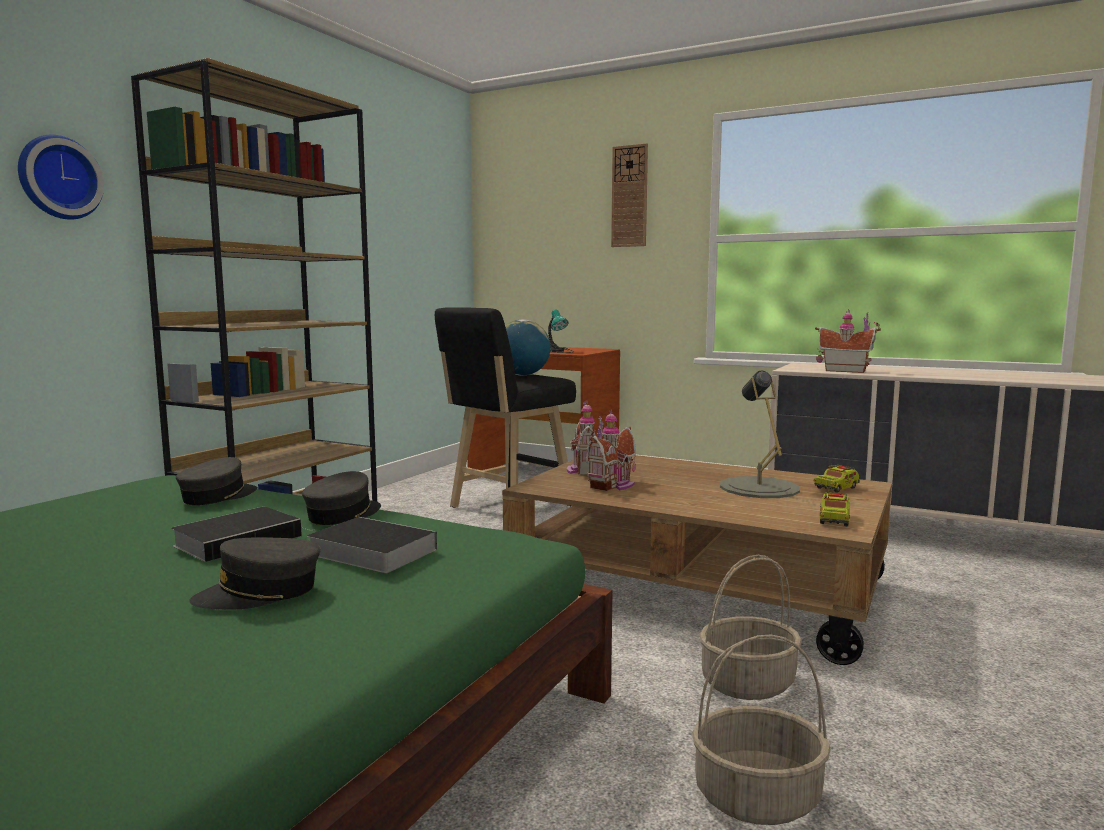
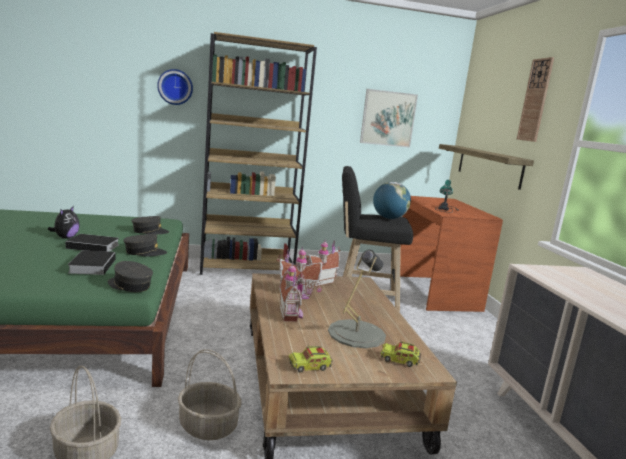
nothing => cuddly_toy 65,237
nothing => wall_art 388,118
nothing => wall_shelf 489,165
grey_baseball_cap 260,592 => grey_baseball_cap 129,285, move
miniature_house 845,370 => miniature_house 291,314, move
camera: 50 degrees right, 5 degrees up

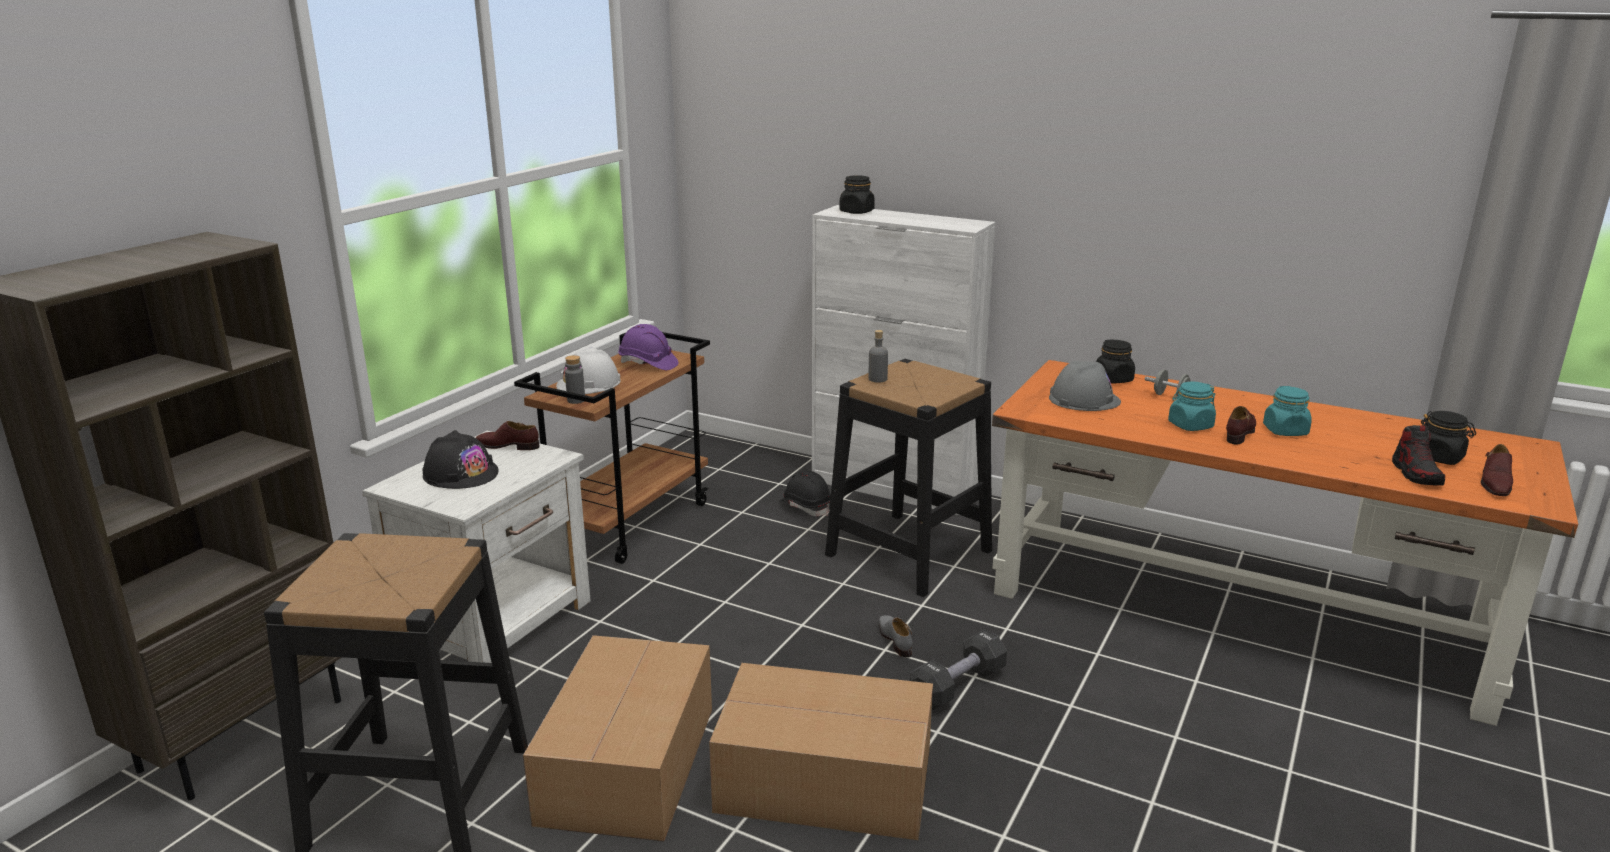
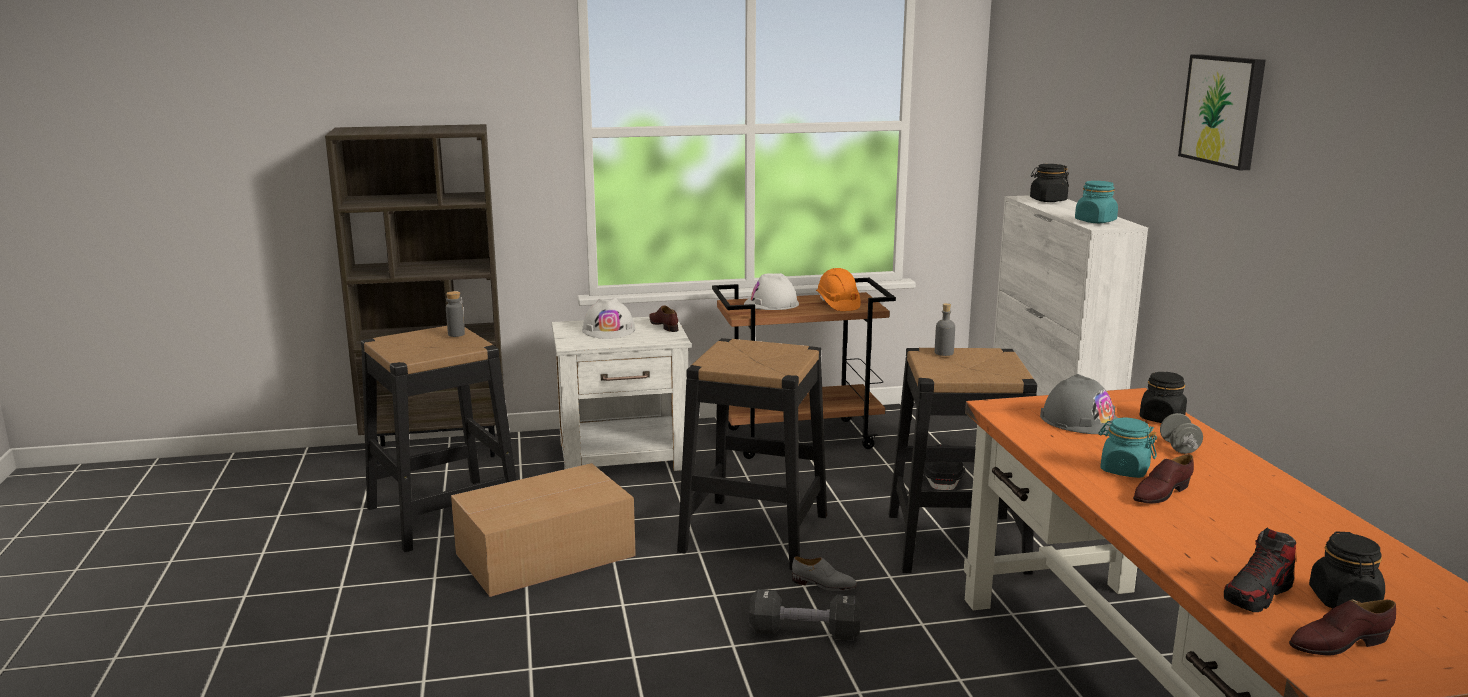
packing_box 821,779 => nothing
nothing => blackish_sitting_stool 754,533
nothing => wall_art 1224,110
grey_drink_bottle 576,400 => grey_drink_bottle 456,334, move
turquoise_preserve_jar 1285,431 => turquoise_preserve_jar 1095,221, move
blackish_hard_hat 461,473 => white_hard_hat 609,330
purplish_hard_hat 648,364 => orange_hard_hat 837,304
grey_shoe 895,639 => grey_shoe 823,584, 75 degrees clockwise
brownish_shoe 1240,433 => brownish_shoe 1160,493, 150 degrees clockwise
camera: 50 degrees right, 5 degrees down

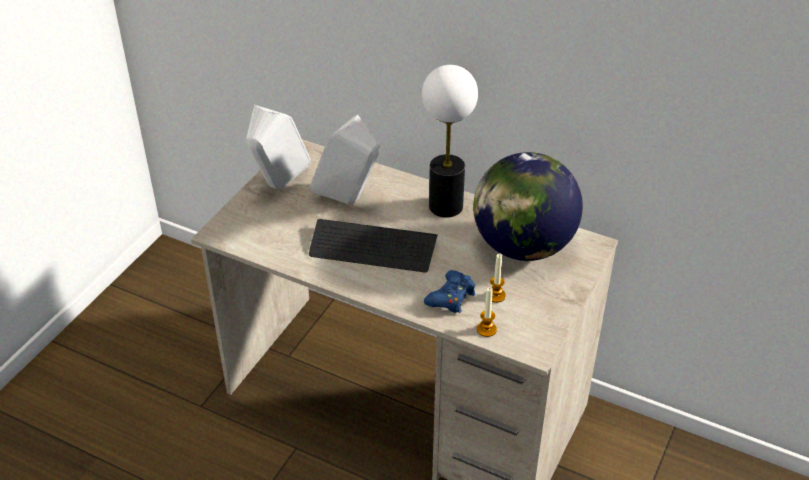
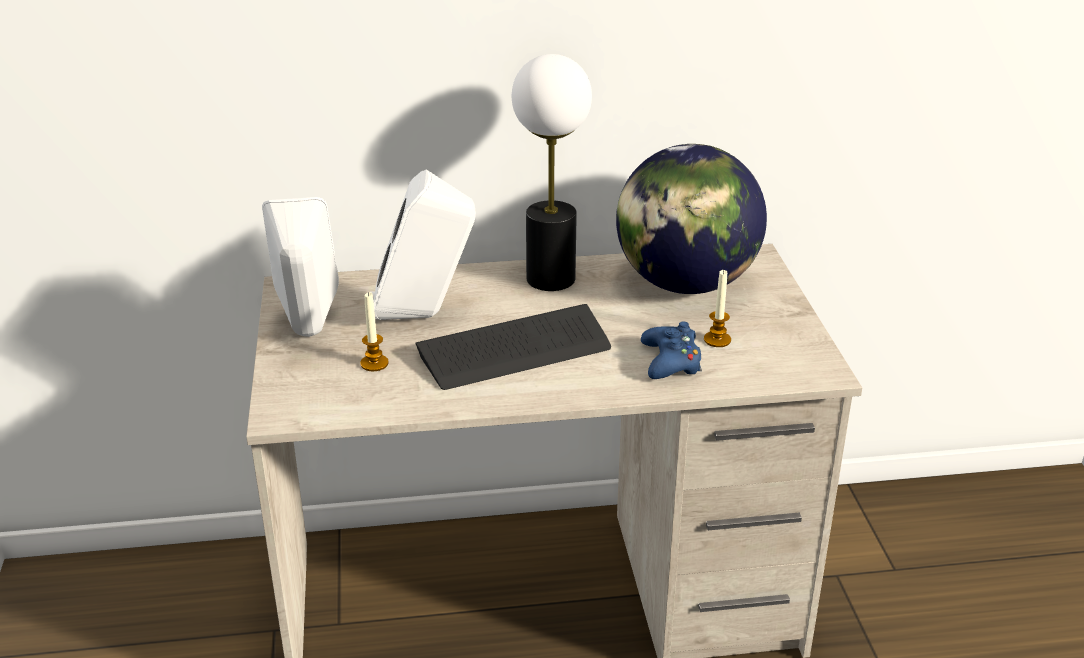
candle 486,329 => candle 374,363, move
camera: 35 degrees left, 10 degrees down

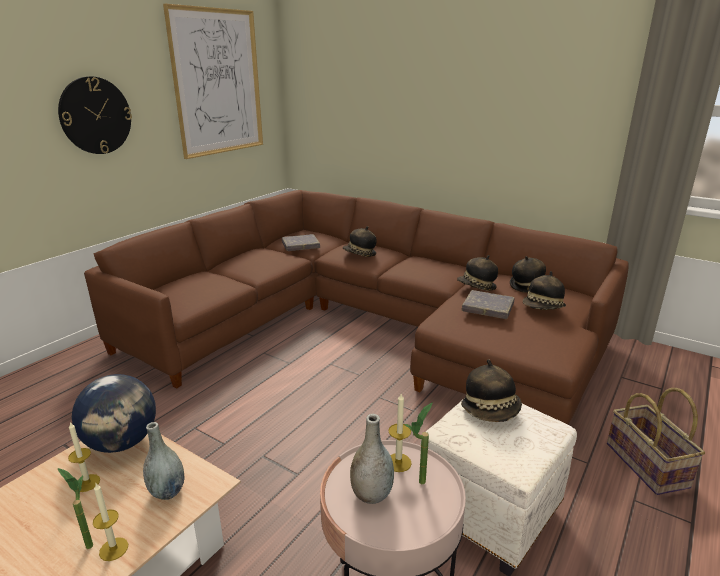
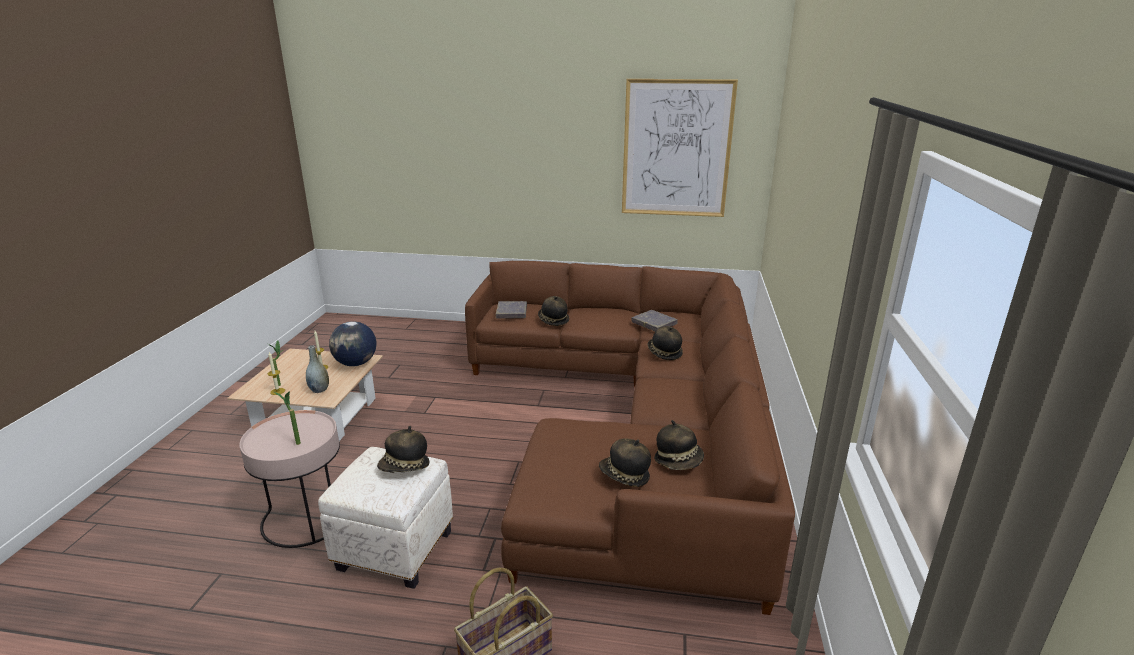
wall_clock 95,116 => nothing
grey_vase 371,495 => nothing
candle 398,462 => nothing
clothing_hat 476,287 => clothing_hat 553,320, move
grey_bound_book 488,308 => grey_bound_book 511,312, move
camera: 65 degrees right, 0 degrees up

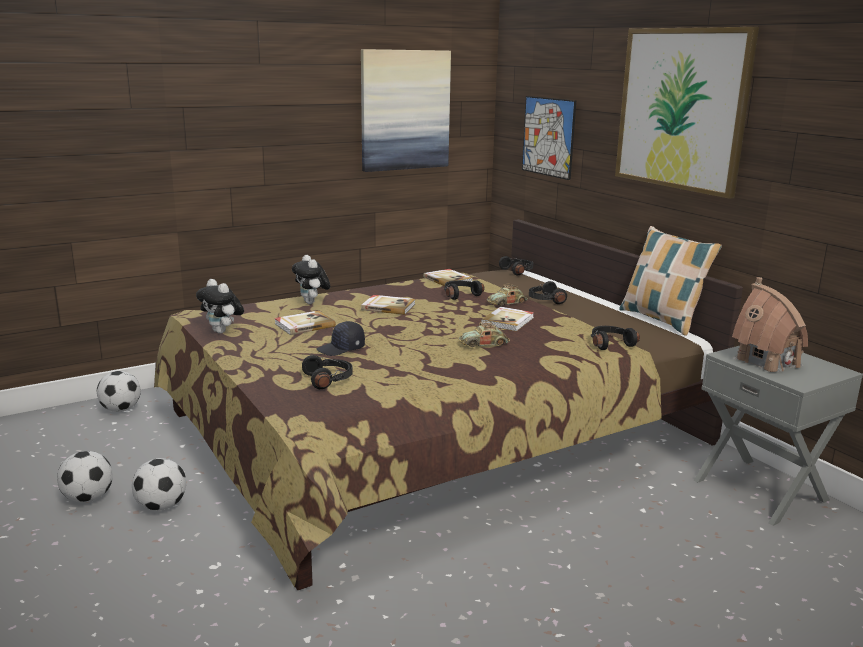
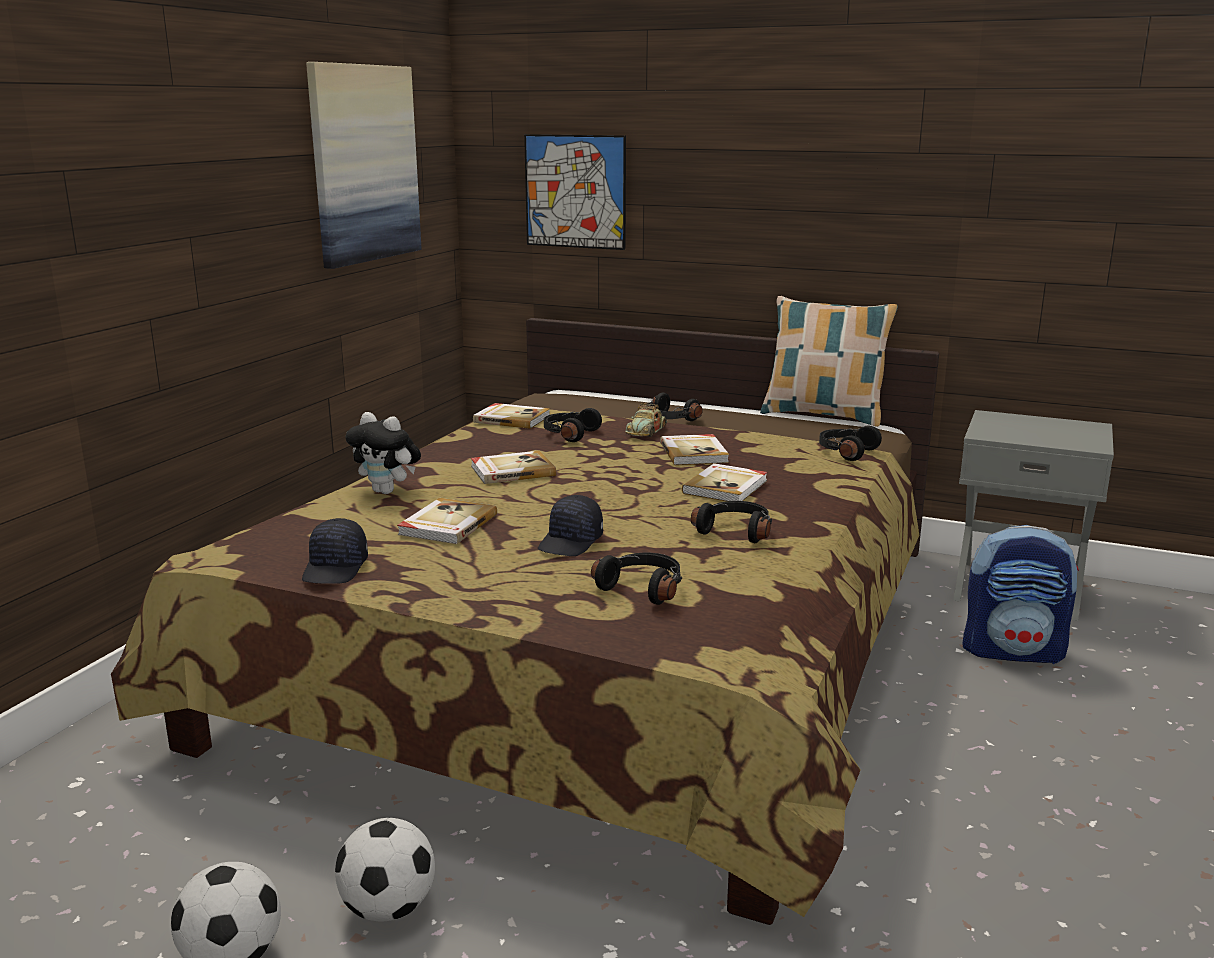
football_ball 120,410 => nothing
wall_art 681,109 => nothing
miniature_house 767,361 => nothing
nothing => backpack 1013,651
blackish_pair_of_headphones 518,271 => blackish_pair_of_headphones 736,531, move
cuddly_toy 222,331 => blackish_baseball_cap 336,568
toy_car 484,343 => bound_book 726,487
camera: 35 degrees left, 0 degrees up

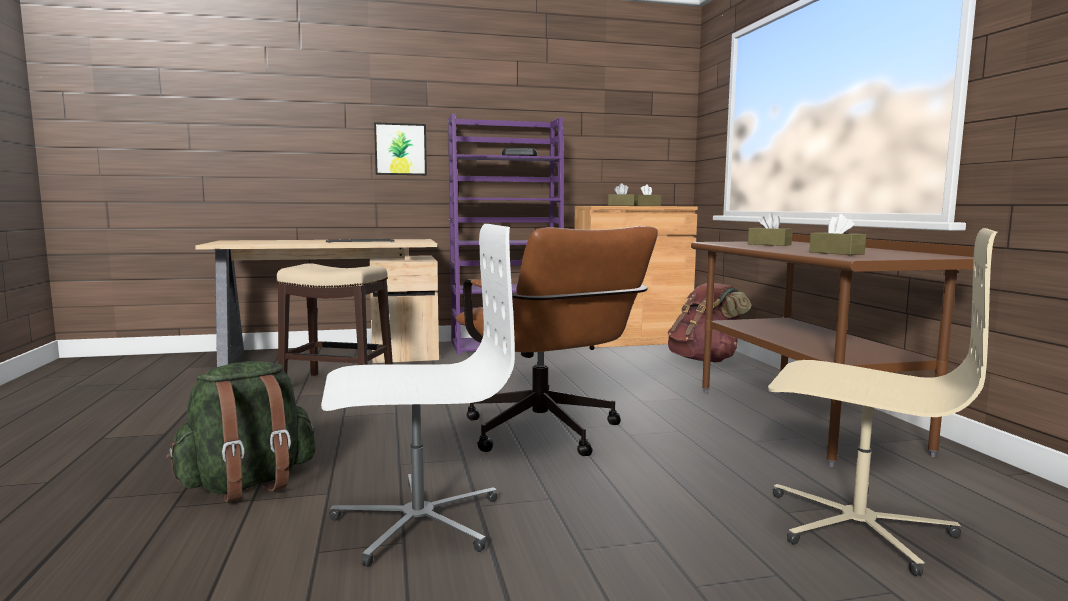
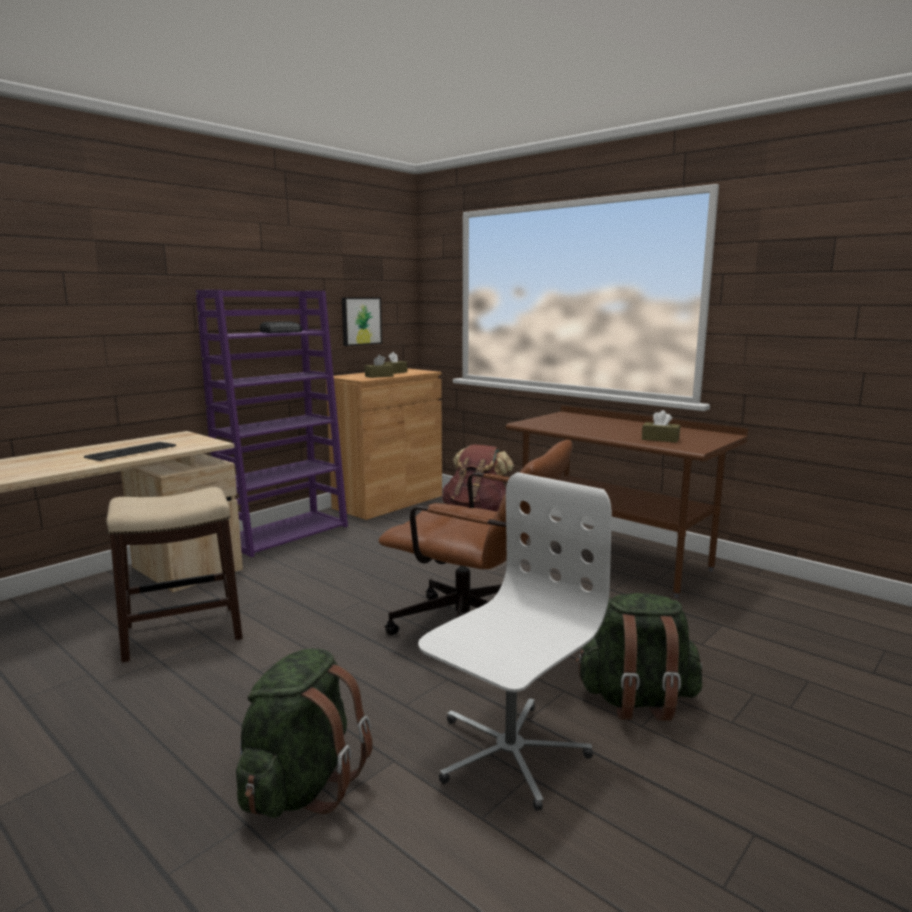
brownish_tissue_box 769,244 => nothing
beige-coloured_computer_chair 857,525 => nothing
nothing => greenish_backpack 637,700
wall_art 400,149 => wall_art 360,321, move
camera: 35 degrees left, 5 degrees up

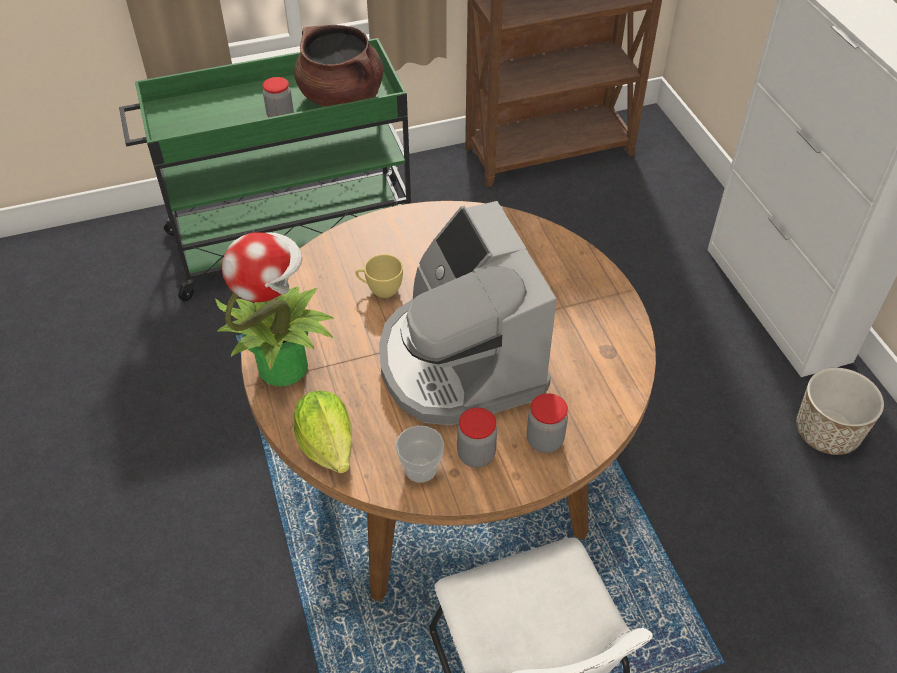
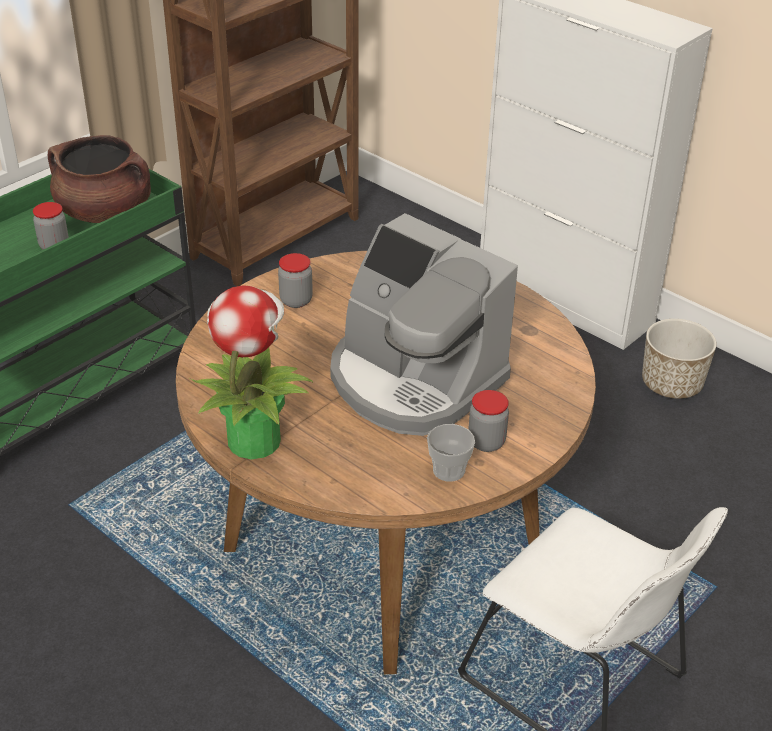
head_of_lettuce 328,445 => nothing
yellow-coloured_drinking_cup 380,290 => nothing
preserve_jar 544,440 => preserve_jar 296,300, move
camera: 30 degrees left, 10 degrees down

